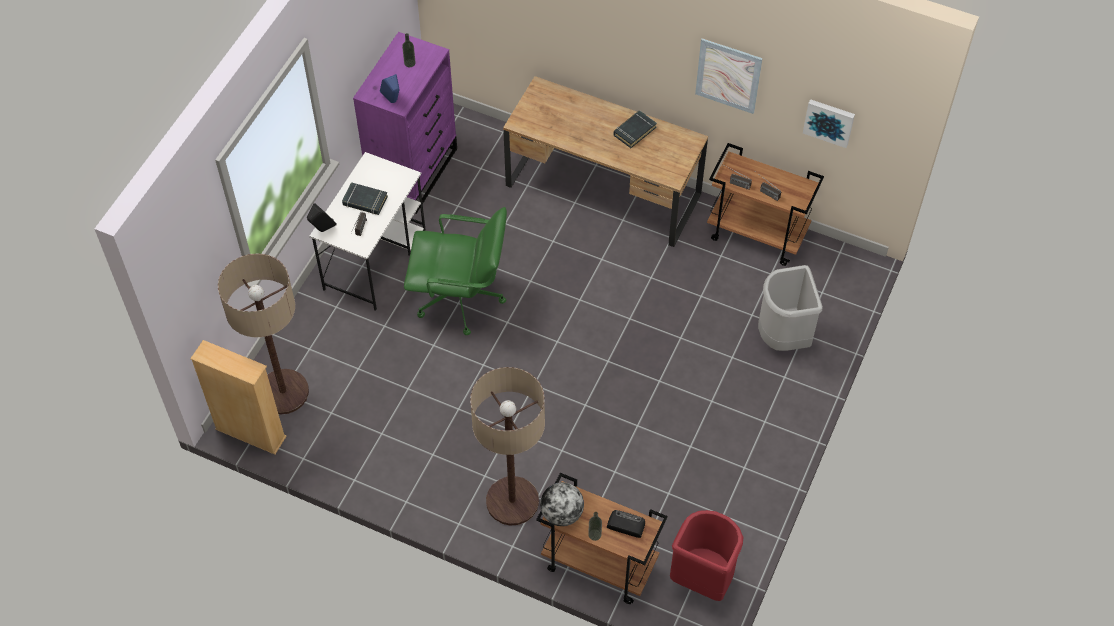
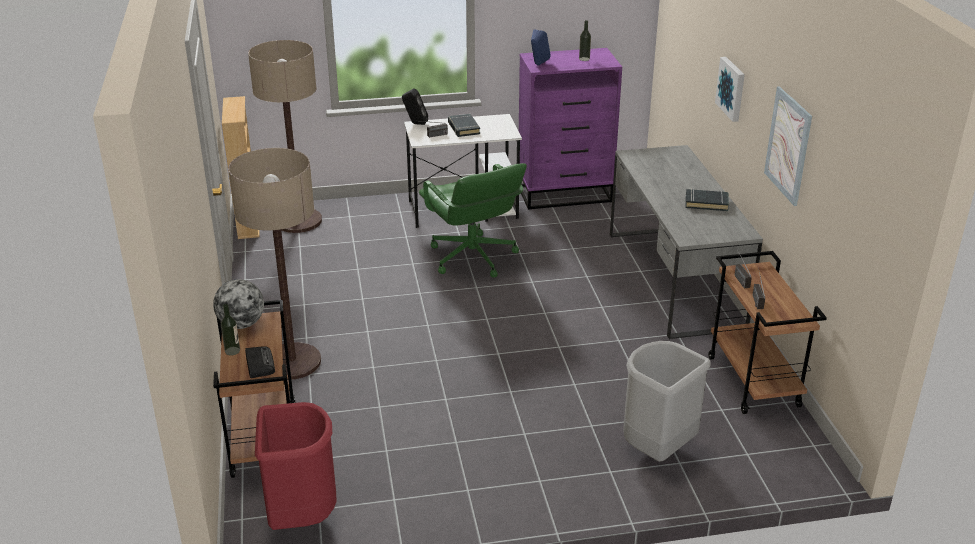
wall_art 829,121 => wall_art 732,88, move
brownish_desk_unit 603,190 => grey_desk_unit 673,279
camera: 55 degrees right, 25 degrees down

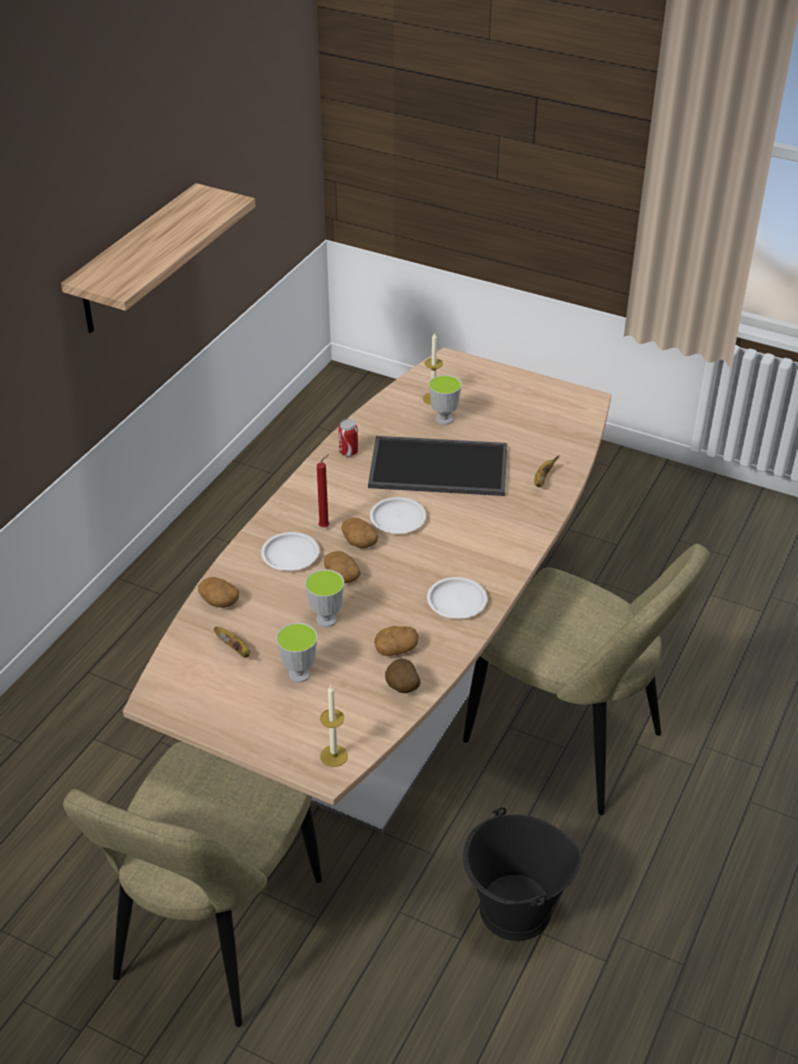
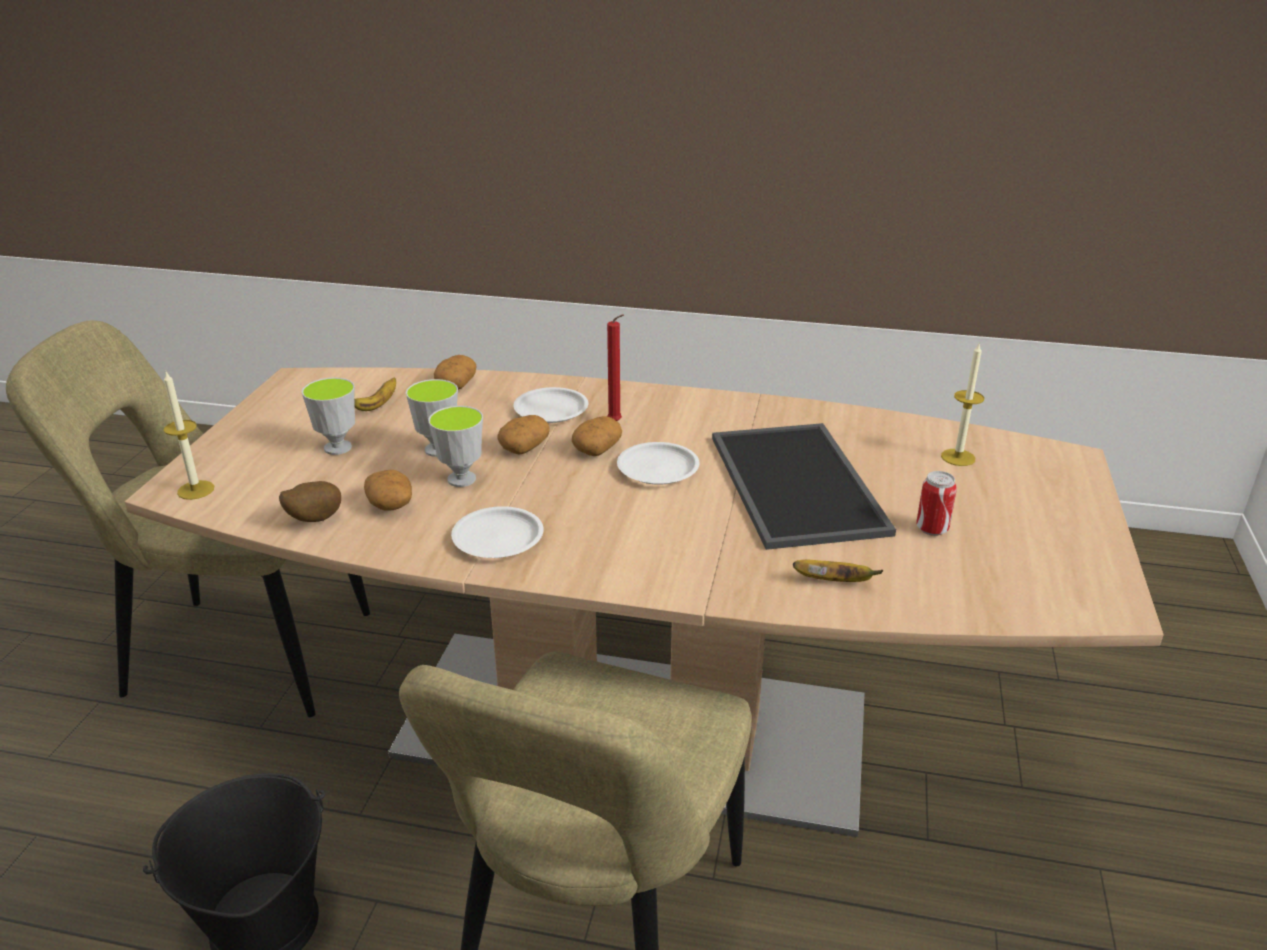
wall_shelf 136,261 => nothing
can 348,452 => can 932,529, move
drinking_cup 444,419 => drinking_cup 461,479, move
camera: 75 degrees right, 10 degrees down

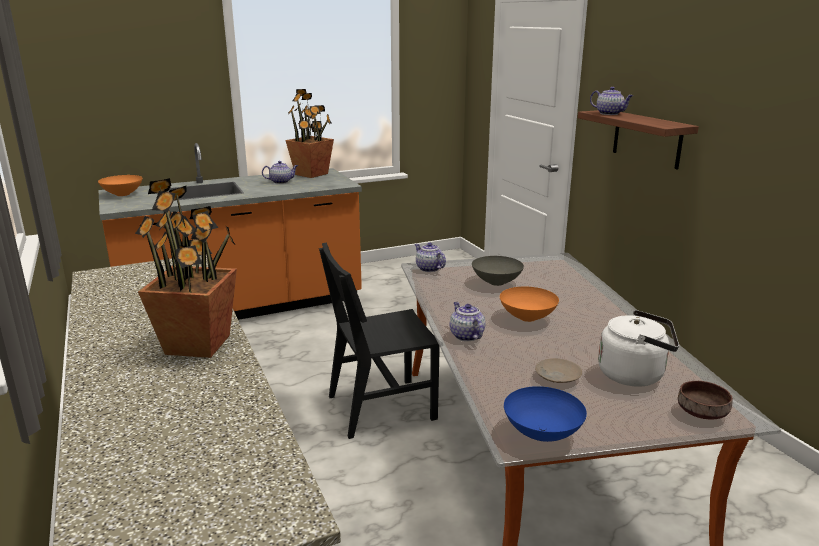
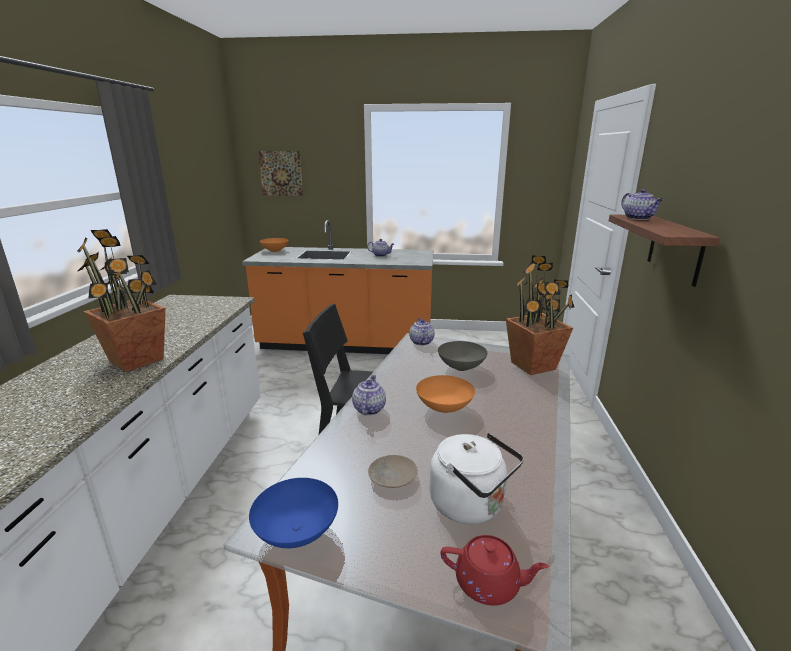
nothing => wall_art 281,173
houseplant 312,174 => houseplant 534,366, move
brownish_bowl 700,411 => reddish_pot_for_tea 489,583
camera: 30 degrees right, 0 degrees up

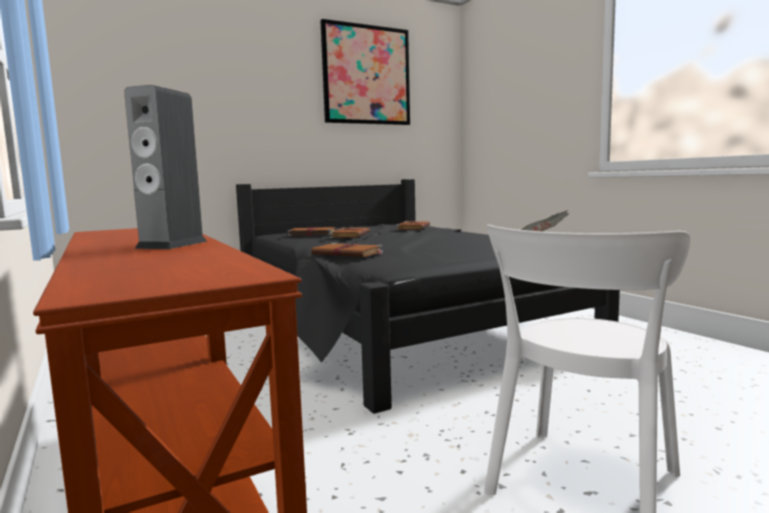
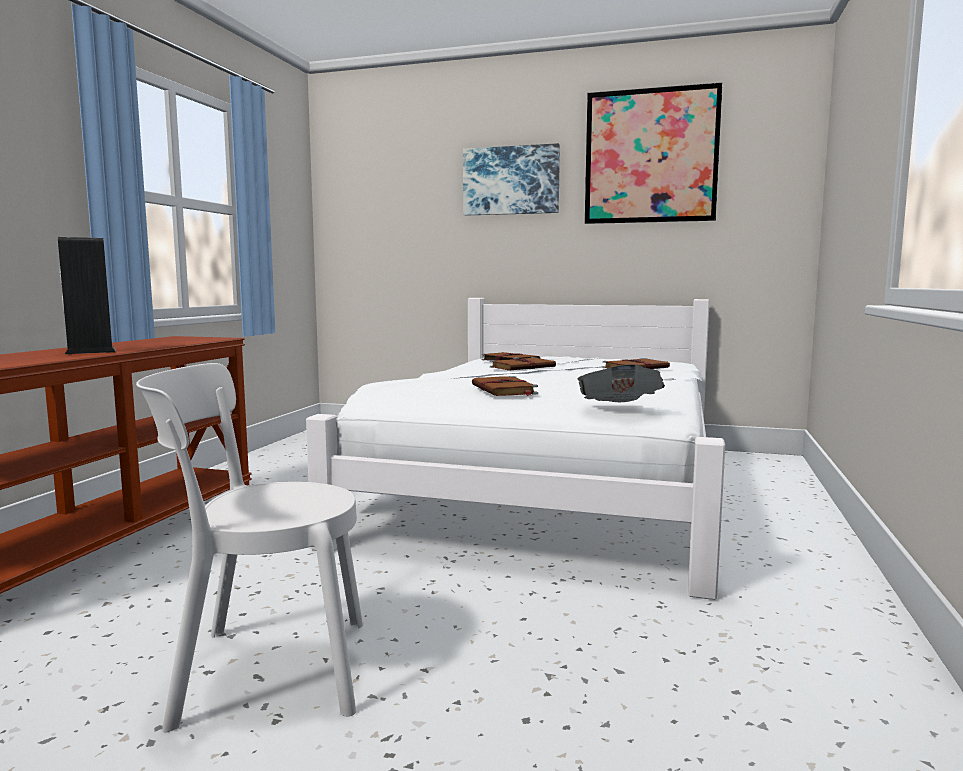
nothing => wall_art 511,181
brownish_bound_book 348,253 => brownish_bound_book 504,390, move
blackish_sleeping_bed 399,325 => white_sleeping_bed 548,489
camera: 45 degrees right, 0 degrees up

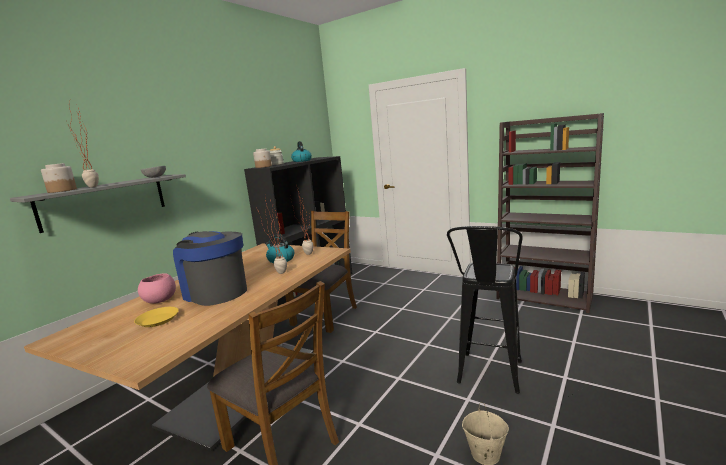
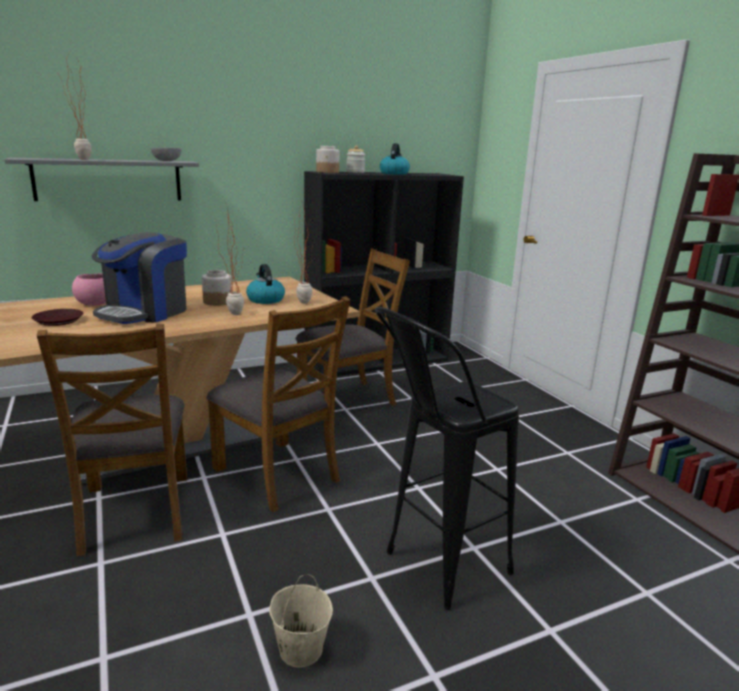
nothing => brownish_plain_chair 278,474
preserve_jar 62,190 => preserve_jar 217,302, move
yellow-coloured_flat_dish 158,320 => brownish_flat_dish 59,321
coffee_brewer 215,292 => coffee_brewer 145,312, 135 degrees counterclockwise
camera: 30 degrees right, 5 degrees up

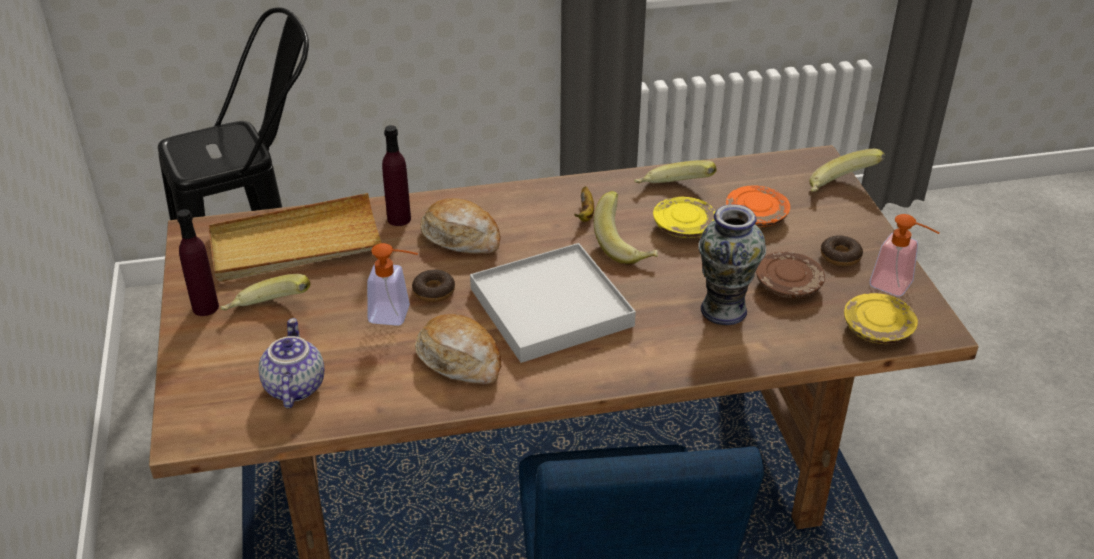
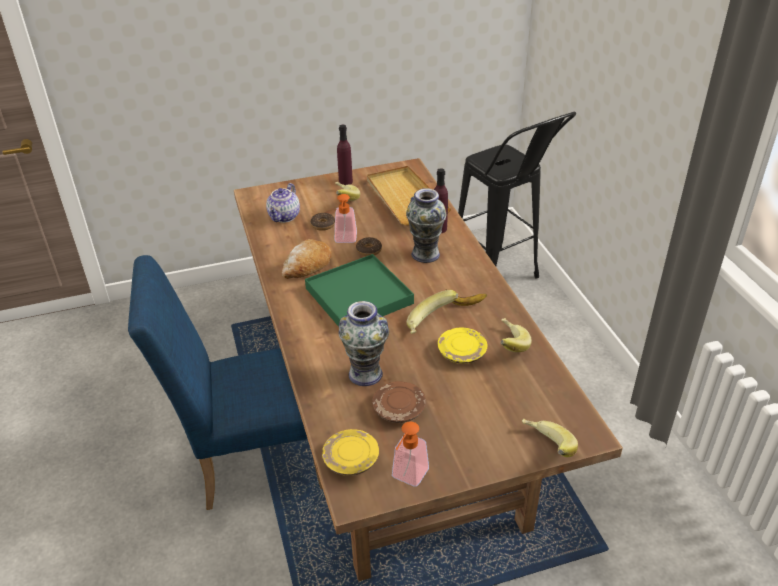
orange_flat_dish 756,216 => nothing
doughnut 840,256 => doughnut 323,225, move
bread 462,237 => vase 425,254
white_tray 551,307 => greenish_tray 358,296
pot_for_tea 293,387 => pot_for_tea 285,217, 120 degrees clockwise
camera: 85 degrees right, 0 degrees up

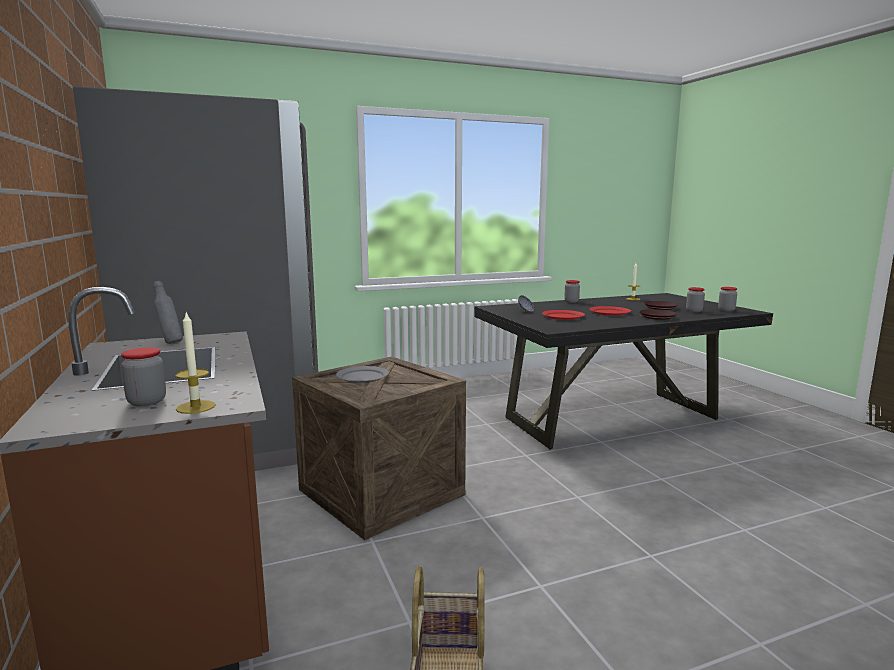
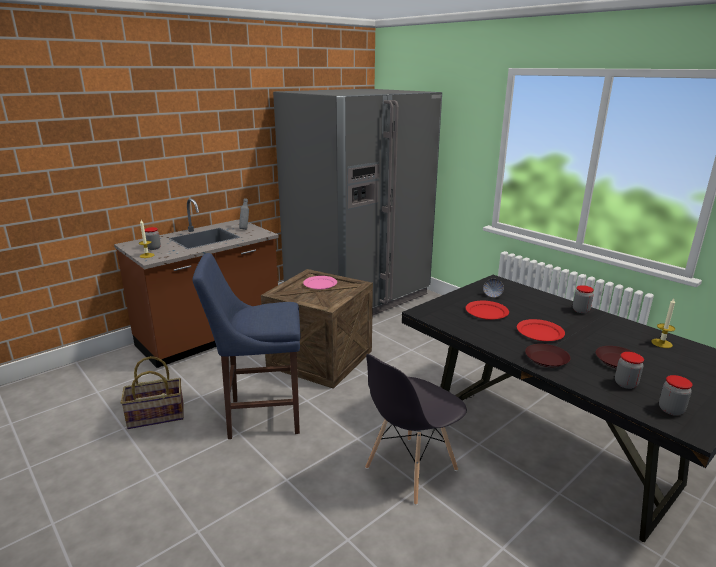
nothing => bluish_sitting_stool 260,415
nothing => grey_plain_chair 410,469
grey_flat_dish 362,377 => pinkish_flat_dish 320,284
camera: 70 degrees right, 10 degrees up

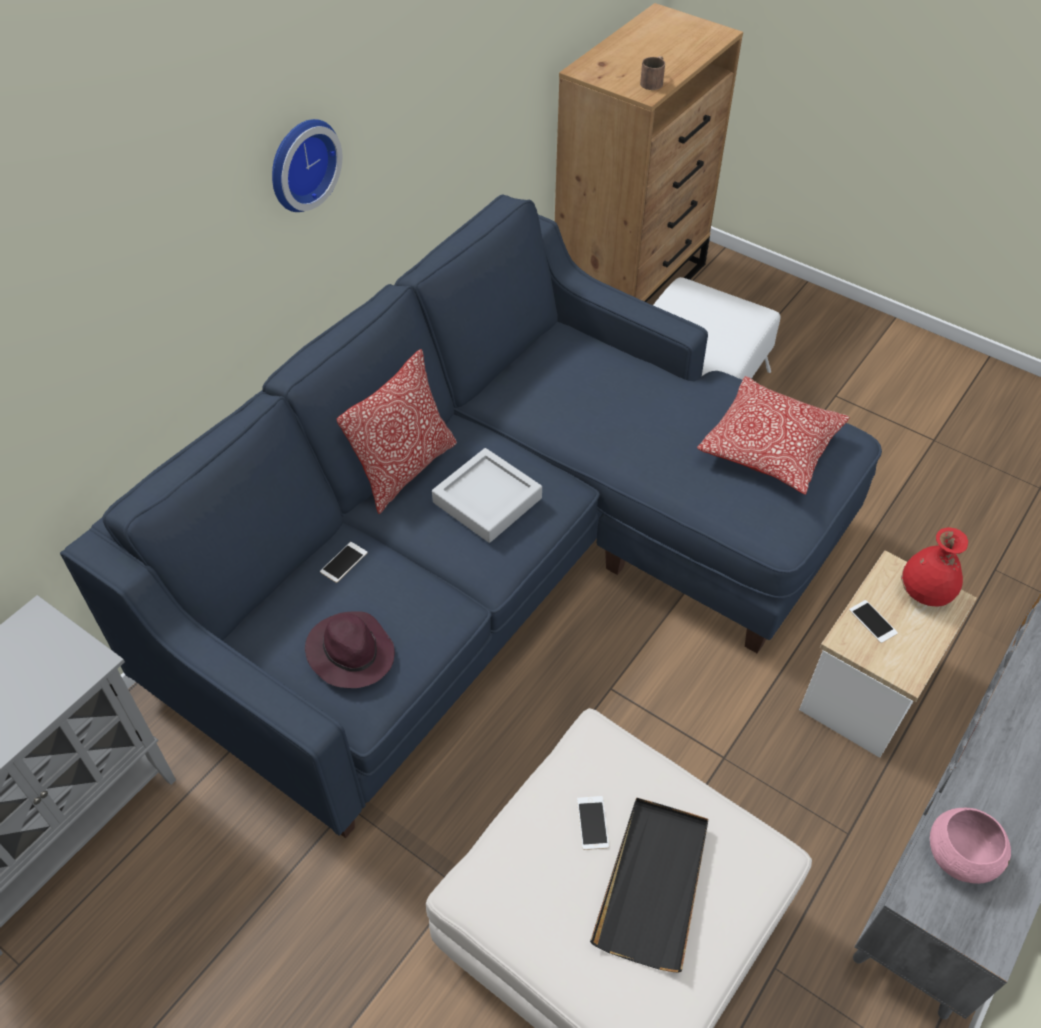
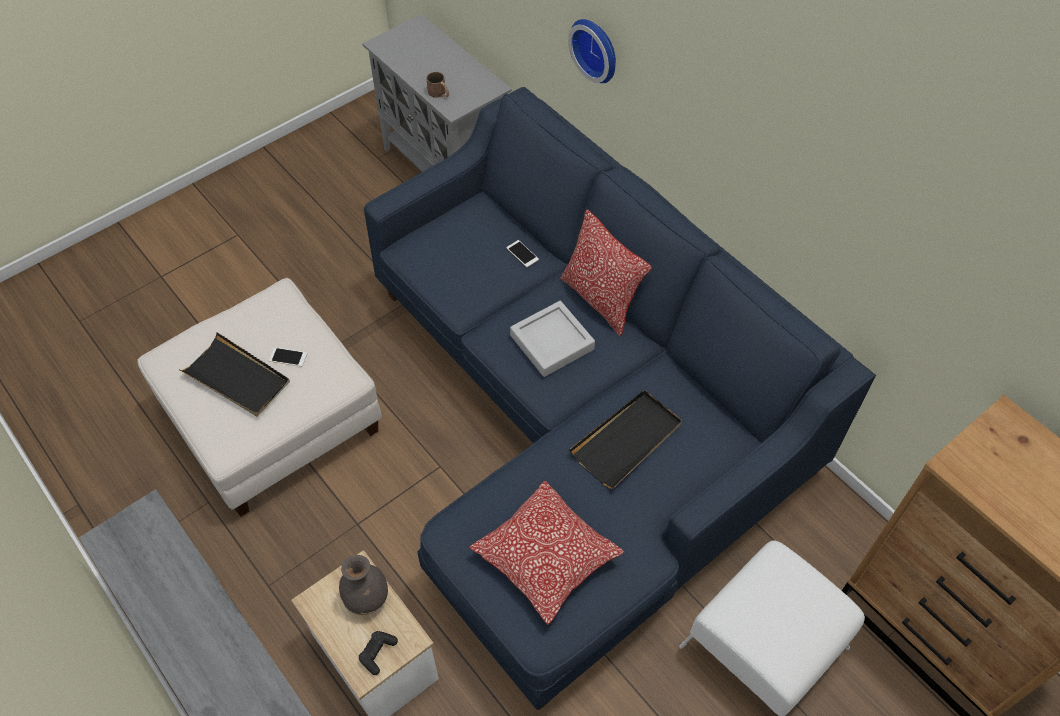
purplish_clothing_hat 350,652 => nothing
pinkish_bowl 959,856 => nothing
nothing => blackish_tray 627,440
wall_clock 300,163 => wall_clock 597,49, move
brownish_mug 654,81 => brownish_mug 439,93, move
phone 872,621 => grey_vase 367,597
reddish_vase 924,594 => blackish_game_controller 377,653
camera: 105 degrees right, 5 degrees up

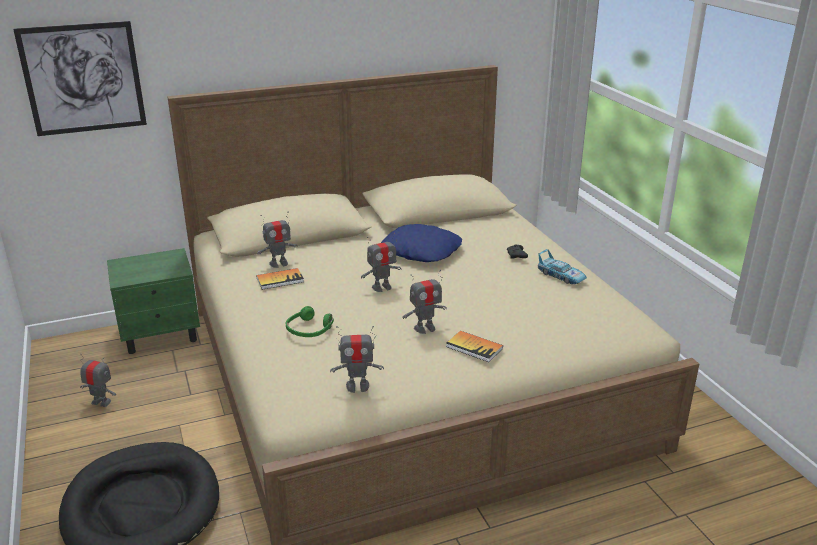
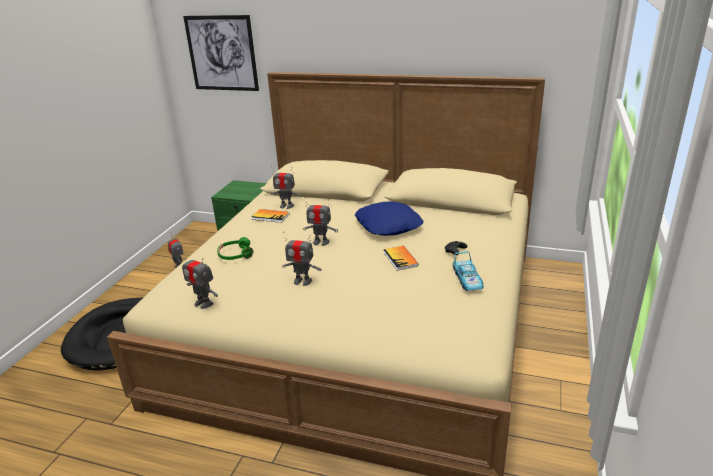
bound_book 474,347 => bound_book 400,259, move
camera: 40 degrees right, 0 degrees up

